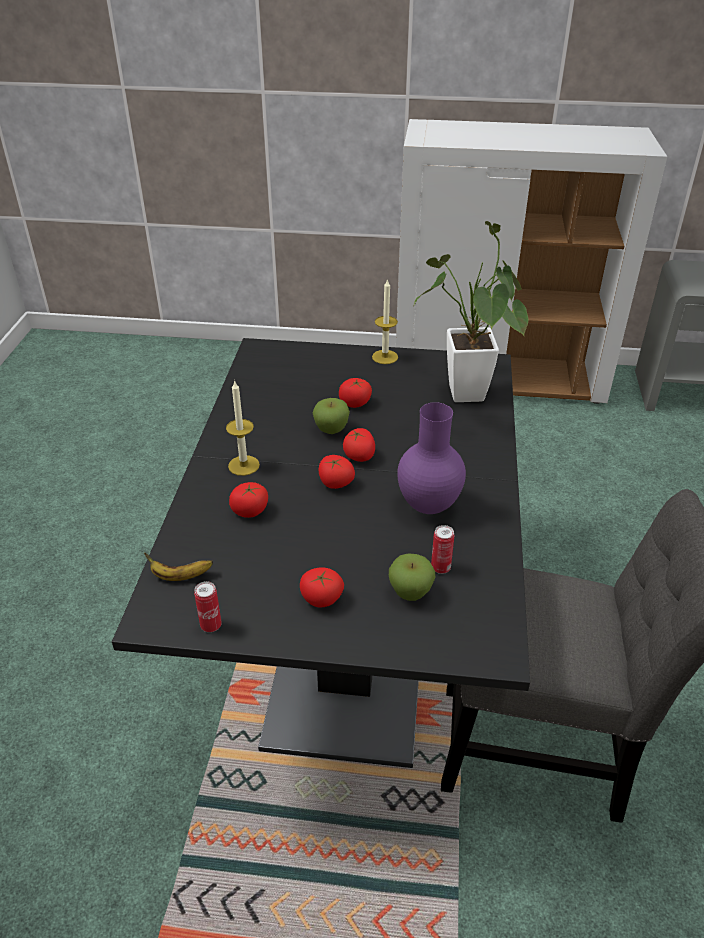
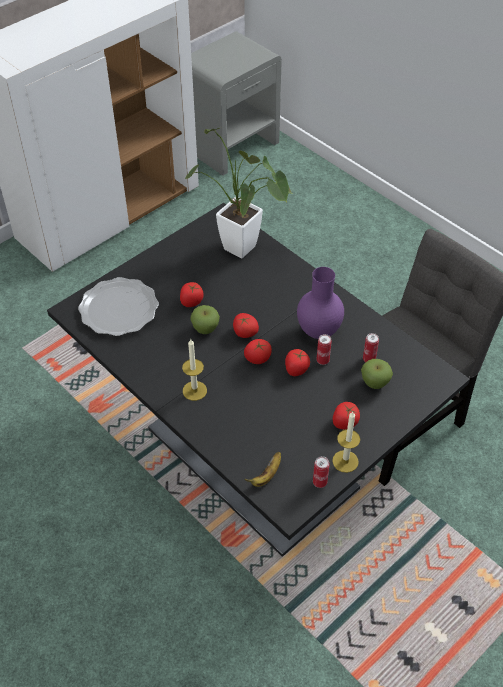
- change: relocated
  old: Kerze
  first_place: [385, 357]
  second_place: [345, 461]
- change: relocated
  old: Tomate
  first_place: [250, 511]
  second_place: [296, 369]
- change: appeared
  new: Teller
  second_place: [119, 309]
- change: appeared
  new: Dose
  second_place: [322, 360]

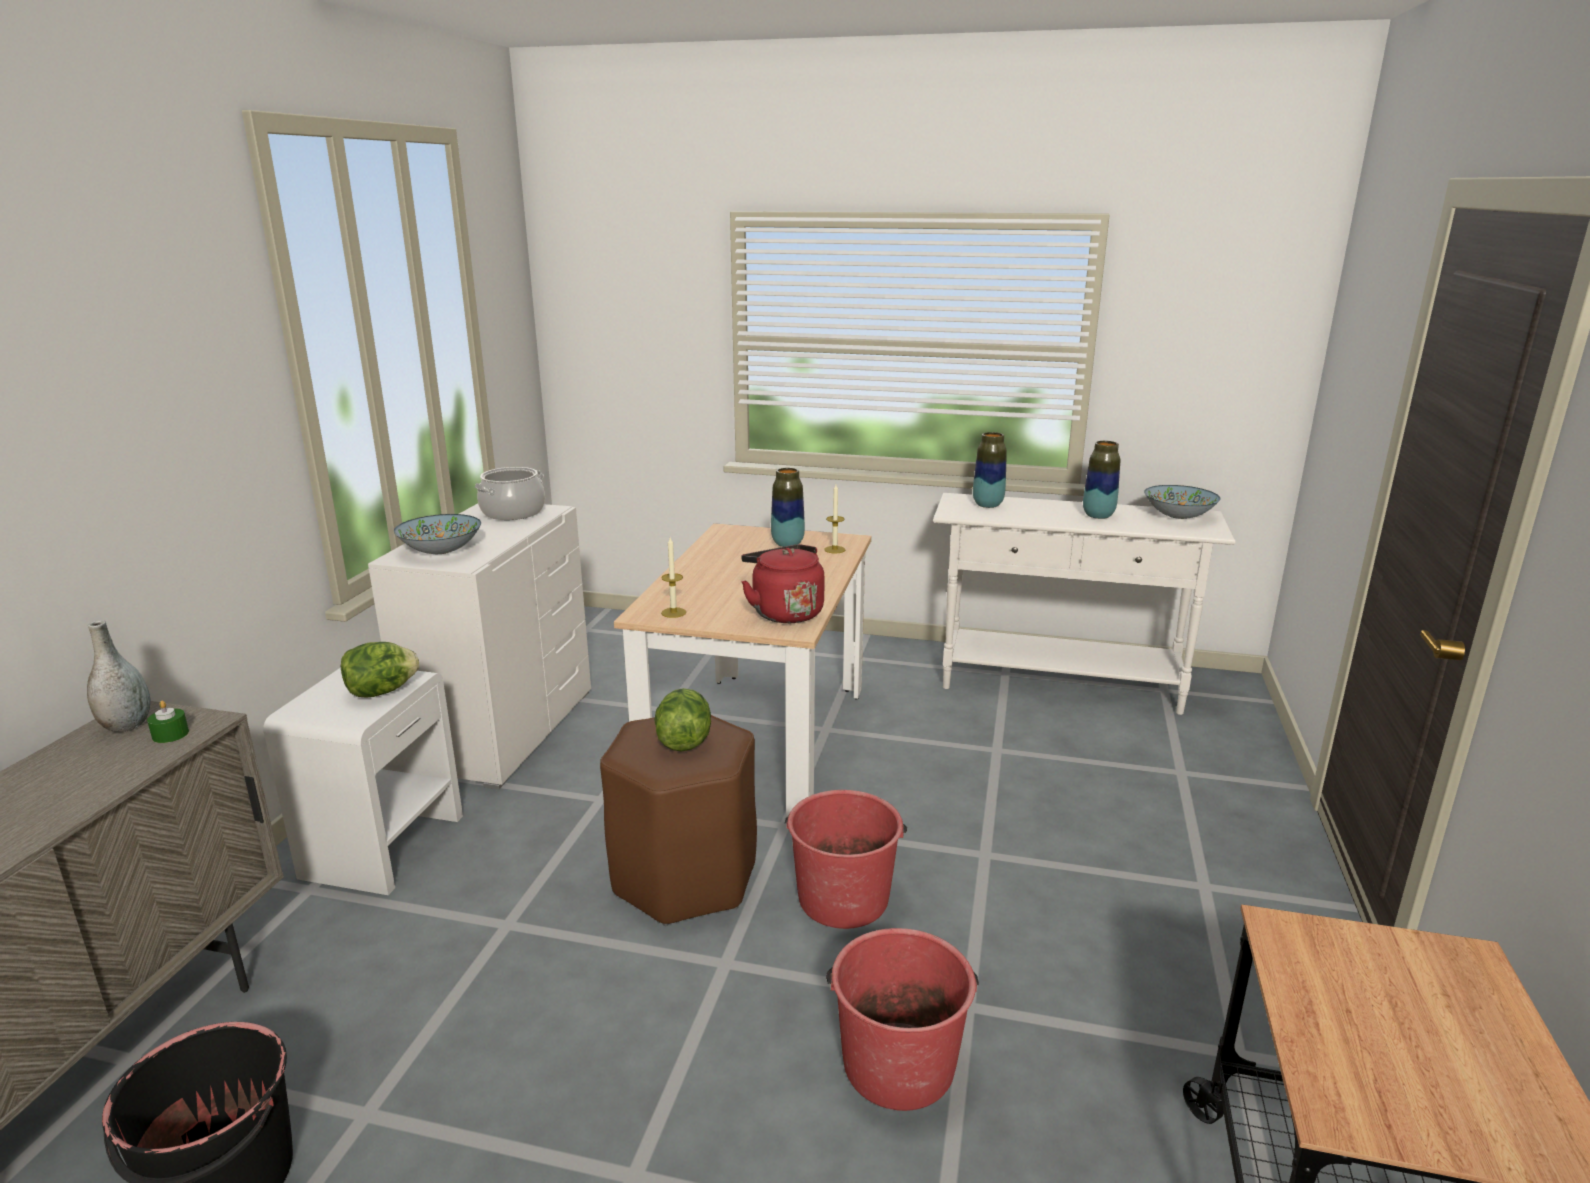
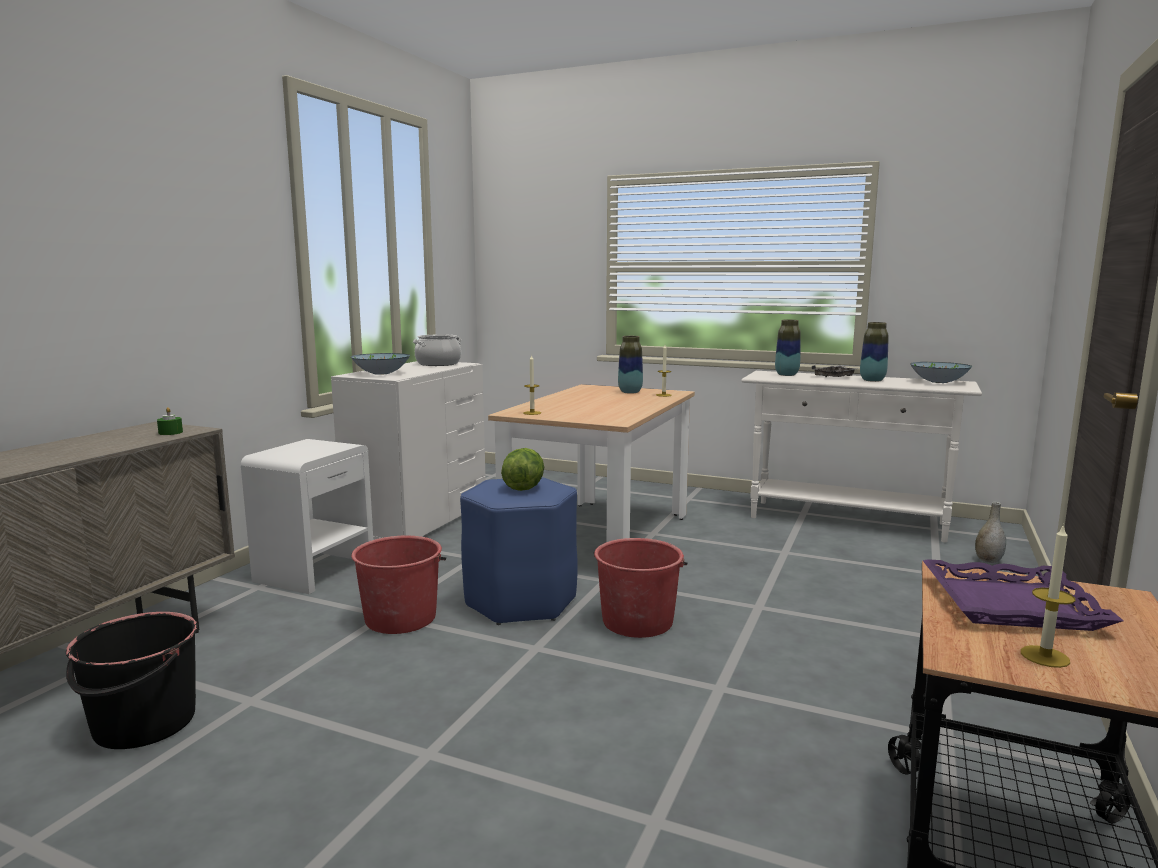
- change: missing
  old: Wasserkessel [rot]
  first_place: [784, 612]
- change: relocated
  old: Vase [grau]
  first_place: [127, 725]
  second_place: [988, 560]
- change: missing
  old: Salatkopf
  first_place: [381, 692]
- change: colour
  old: Hocker [braun]
  new: Hocker [blau]
  first_place: [684, 878]
  second_place: [520, 602]
- change: relocated
  old: Eimer [rot]
  first_place: [898, 1064]
  second_place: [401, 618]
- change: appeared
  new: Tablett [grau]
  second_place: [835, 377]
- change: appeared
  new: Kerze
  second_place: [1045, 656]
- change: appeared
  new: Tablett [lila]
  second_place: [1011, 604]

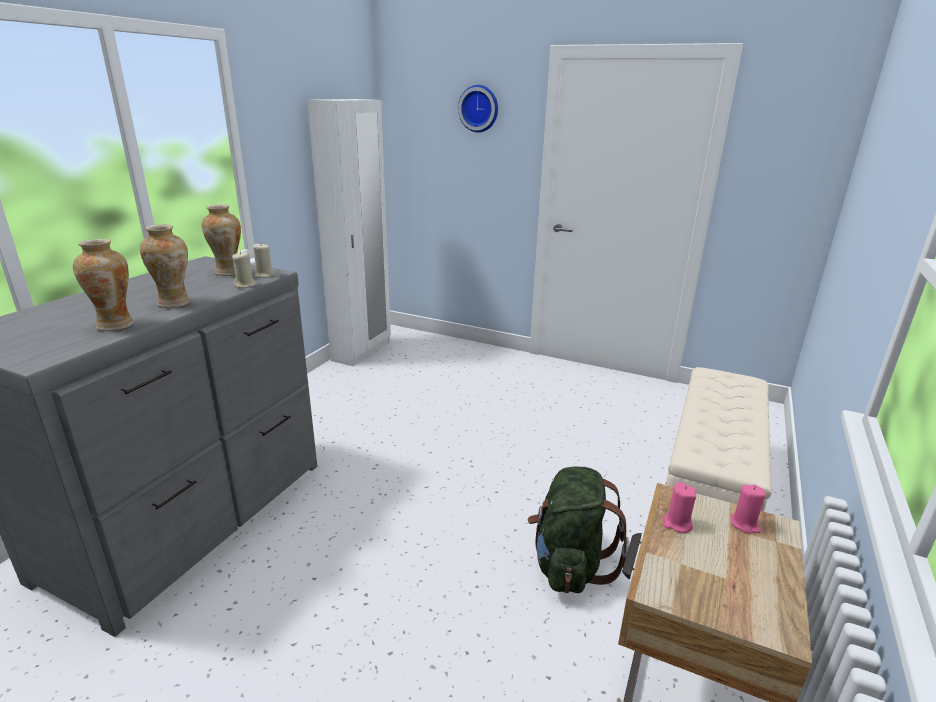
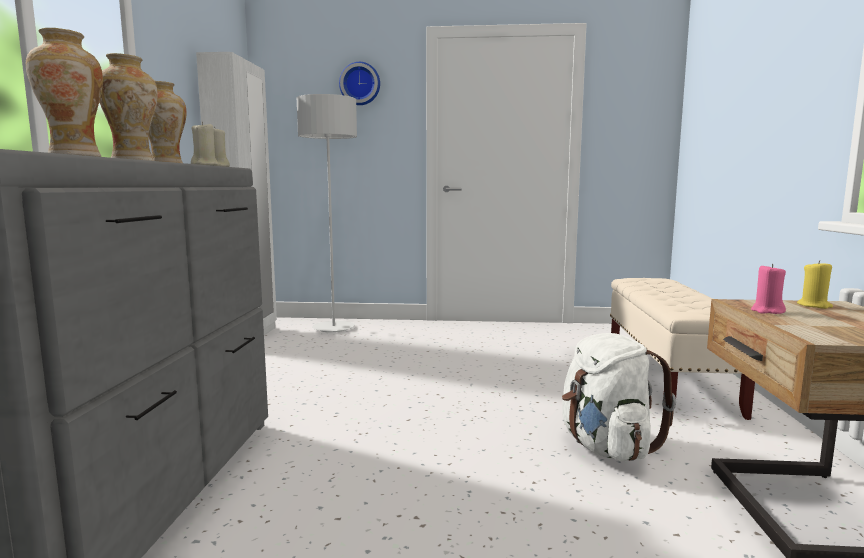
- change: colour
  old: Rucksack [grün]
  new: Rucksack [weiß]
  first_place: [569, 565]
  second_place: [606, 447]
- change: colour
  old: Kerze [rosa]
  new: Kerze [gelb]
  first_place: [744, 524]
  second_place: [814, 305]
- change: appeared
  new: Stehlampe [grau]
  second_place: [333, 328]

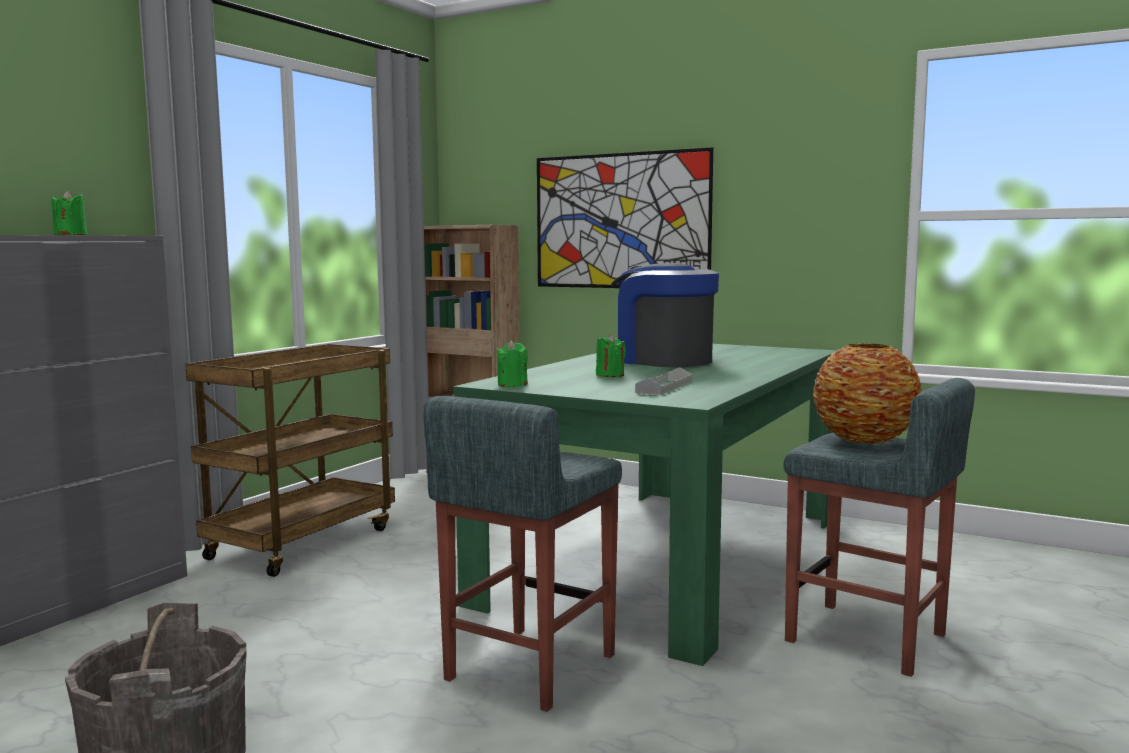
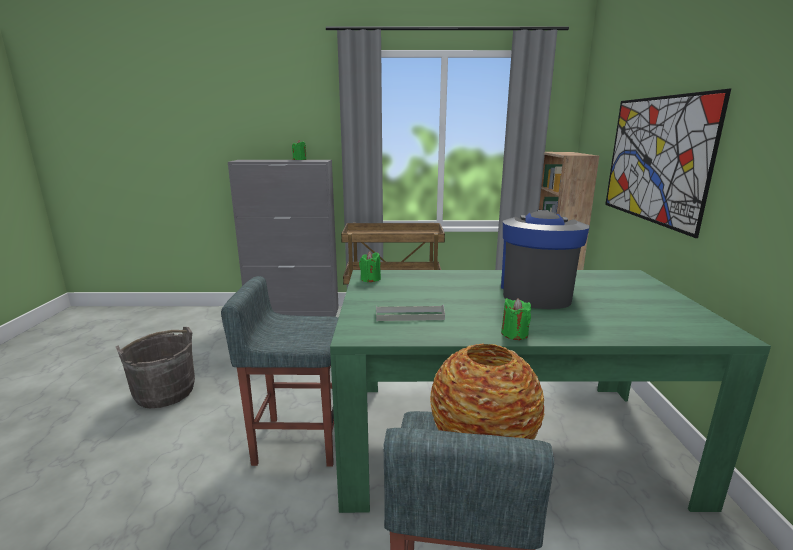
- change: relocated
  old: Kerze [grün]
  first_place: [610, 375]
  second_place: [514, 334]

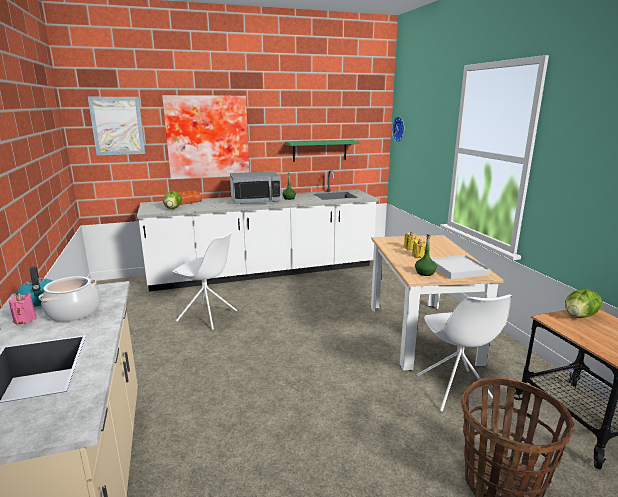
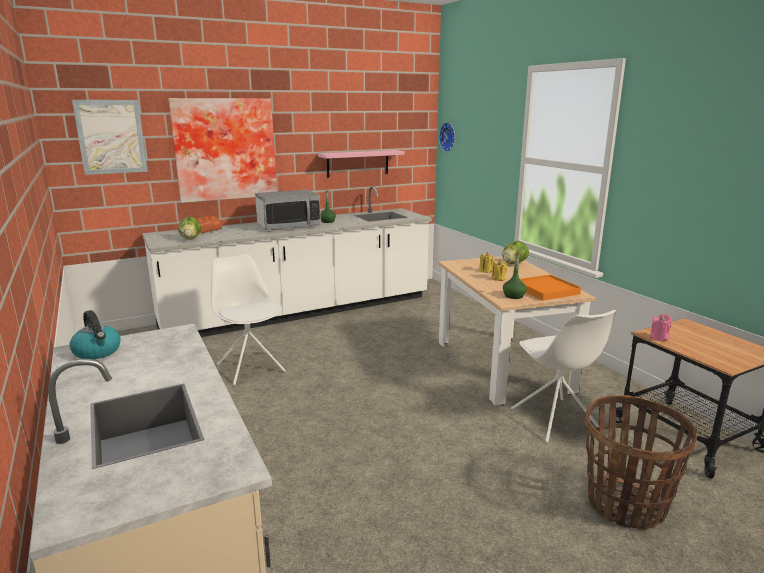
- change: colour
  old: Wandregal [grün]
  new: Wandregal [rosa]
  first_place: [319, 150]
  second_place: [358, 163]
- change: spun
  old: Stuhl [weiß]
  first_place: [208, 316]
  second_place: [250, 367]
  degrees: -135
- change: colour
  old: Tablett [weiß]
  new: Tablett [orange]
  first_place: [458, 269]
  second_place: [546, 290]
- change: missing
  old: Kochtopf
  first_place: [73, 312]
- change: relocated
  old: Salatkopf
  first_place: [579, 316]
  second_place: [513, 263]
- change: relocated
  old: Kerze [rosa]
  first_place: [25, 319]
  second_place: [659, 338]

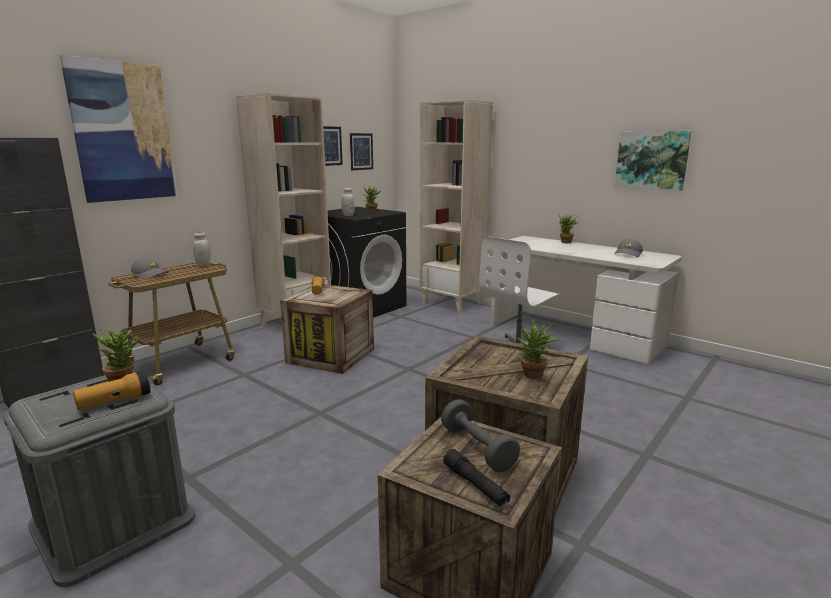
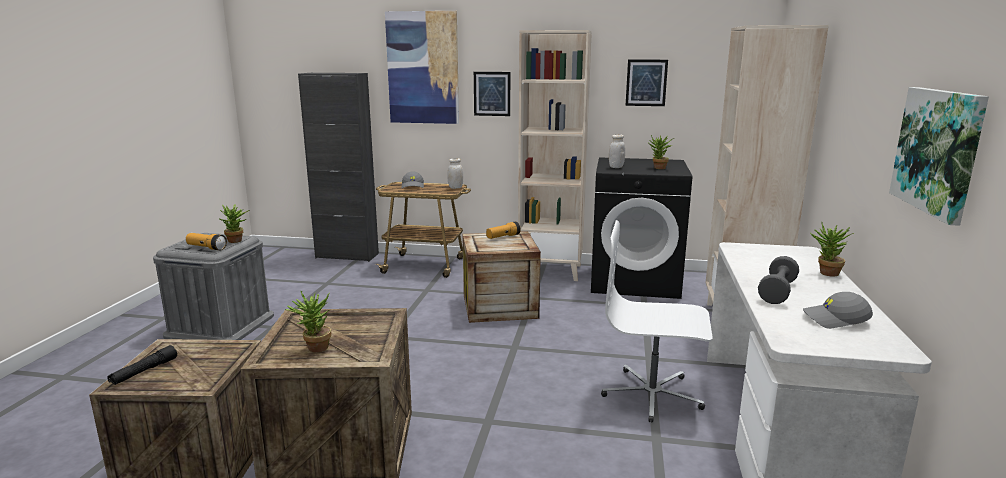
- change: relocated
  old: Bild
  first_place: [361, 151]
  second_place: [492, 94]
- change: relocated
  old: Hantel [grau]
  first_place: [477, 448]
  second_place: [777, 292]

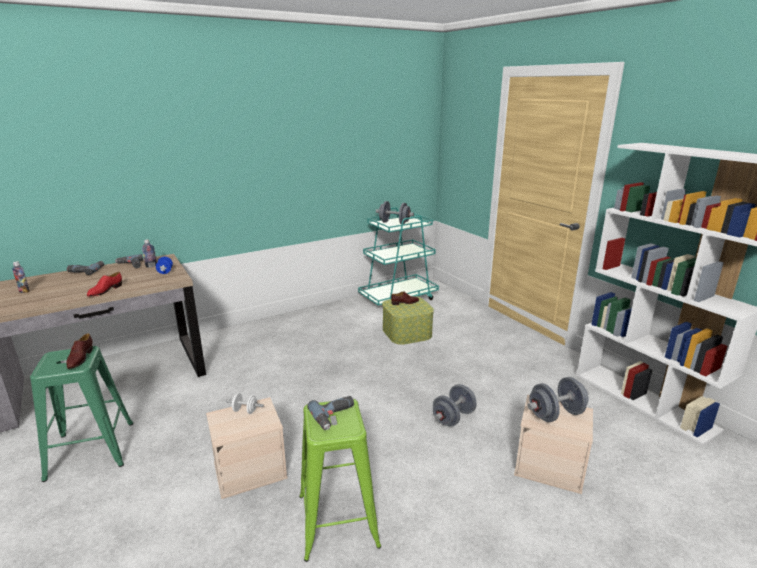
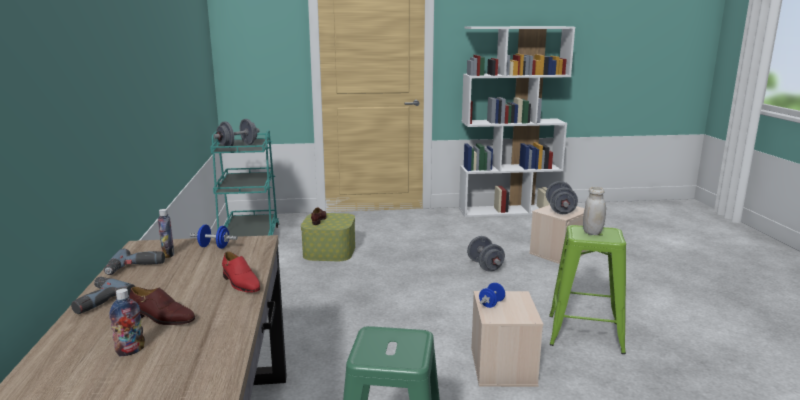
- change: relocated
  old: Schuh [braun]
  first_place: [80, 358]
  second_place: [162, 318]
- change: colour
  old: Hantel [weiß]
  new: Hantel [blau]
  first_place: [245, 411]
  second_place: [491, 304]
- change: exchanged
  old: Bohrmaschine
  new: Vorratsglas [weiß]
  first_place: [335, 416]
  second_place: [592, 232]

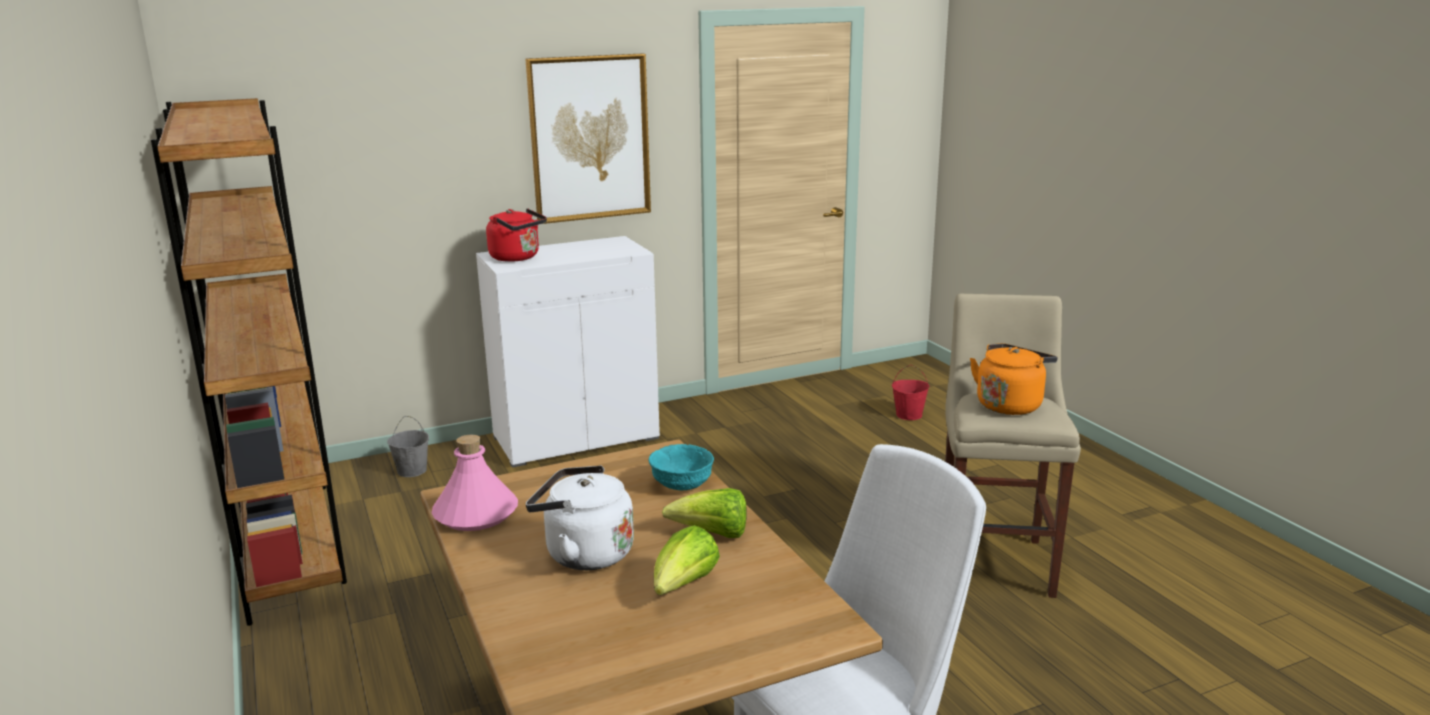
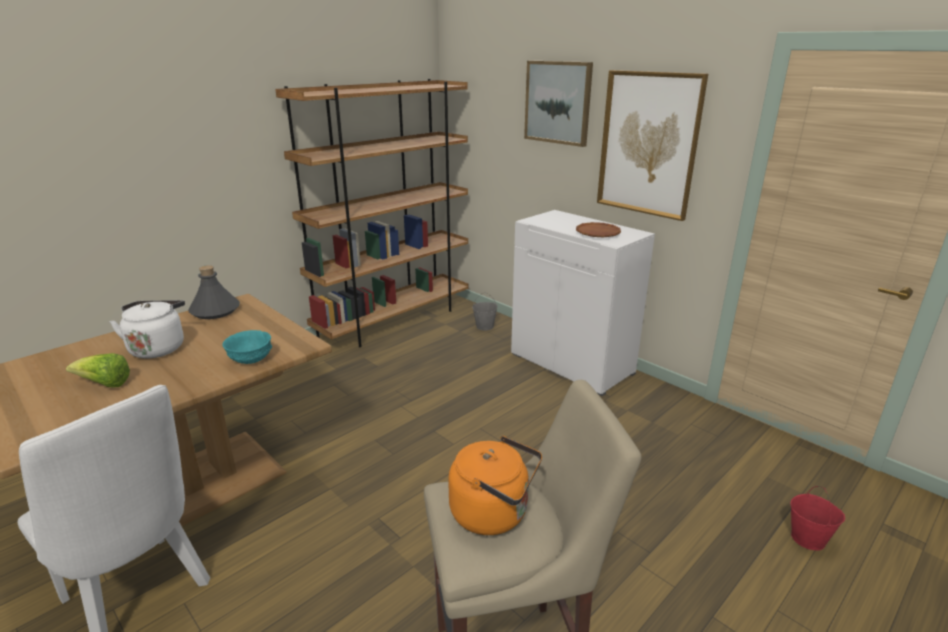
- change: missing
  old: Wasserkessel [rot]
  first_place: [517, 258]
- change: colour
  old: Flasche [rosa]
  new: Flasche [grau]
  first_place: [476, 514]
  second_place: [215, 311]
- change: missing
  old: Salatkopf
  first_place: [712, 535]
- change: appeared
  new: Bild
  second_place: [558, 102]
- change: appeared
  new: Teller [braun]
  second_place: [597, 233]

